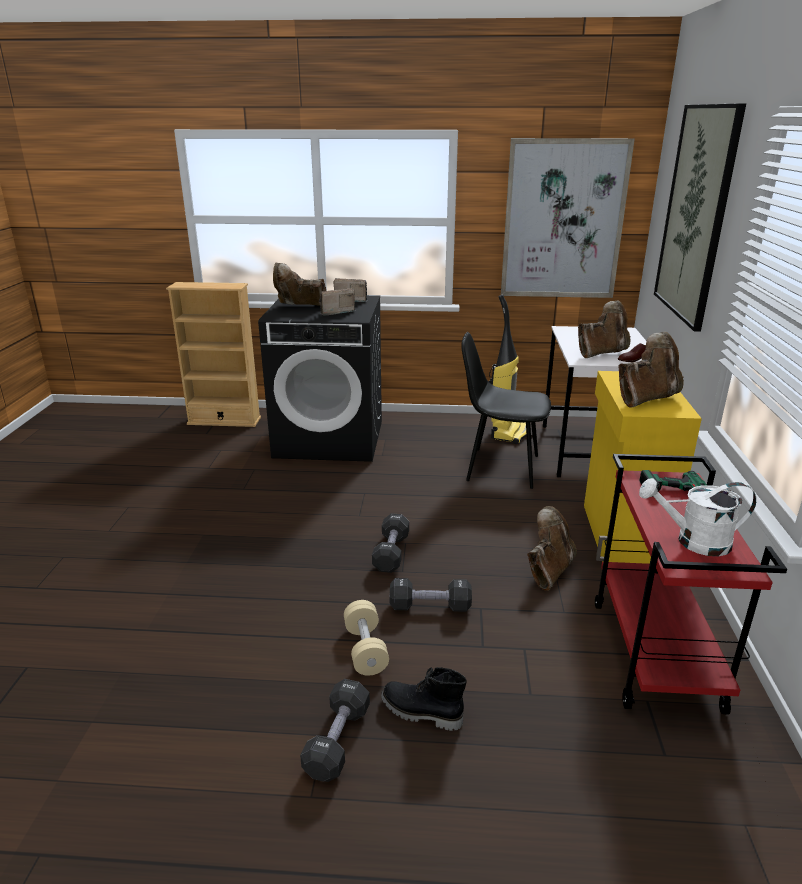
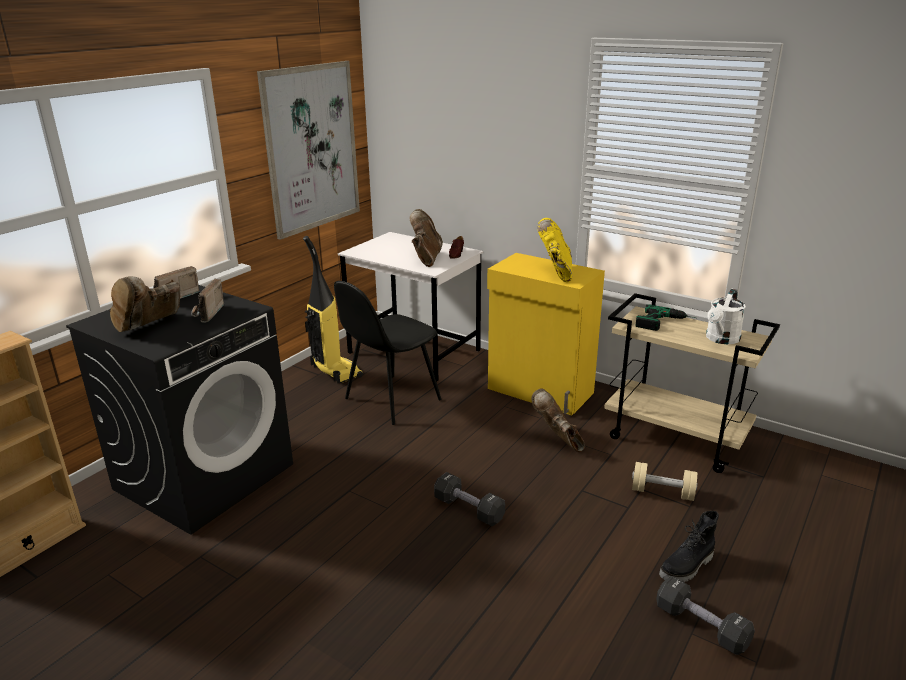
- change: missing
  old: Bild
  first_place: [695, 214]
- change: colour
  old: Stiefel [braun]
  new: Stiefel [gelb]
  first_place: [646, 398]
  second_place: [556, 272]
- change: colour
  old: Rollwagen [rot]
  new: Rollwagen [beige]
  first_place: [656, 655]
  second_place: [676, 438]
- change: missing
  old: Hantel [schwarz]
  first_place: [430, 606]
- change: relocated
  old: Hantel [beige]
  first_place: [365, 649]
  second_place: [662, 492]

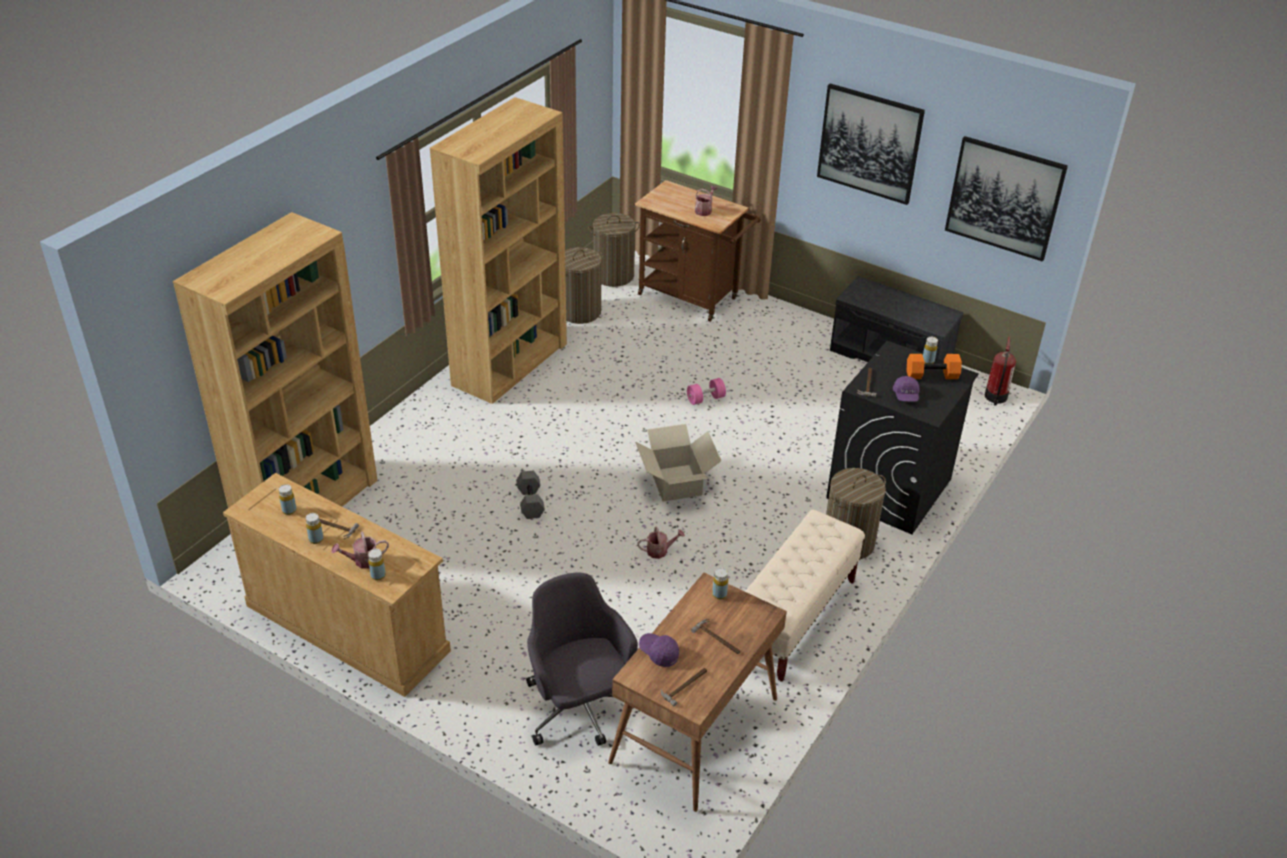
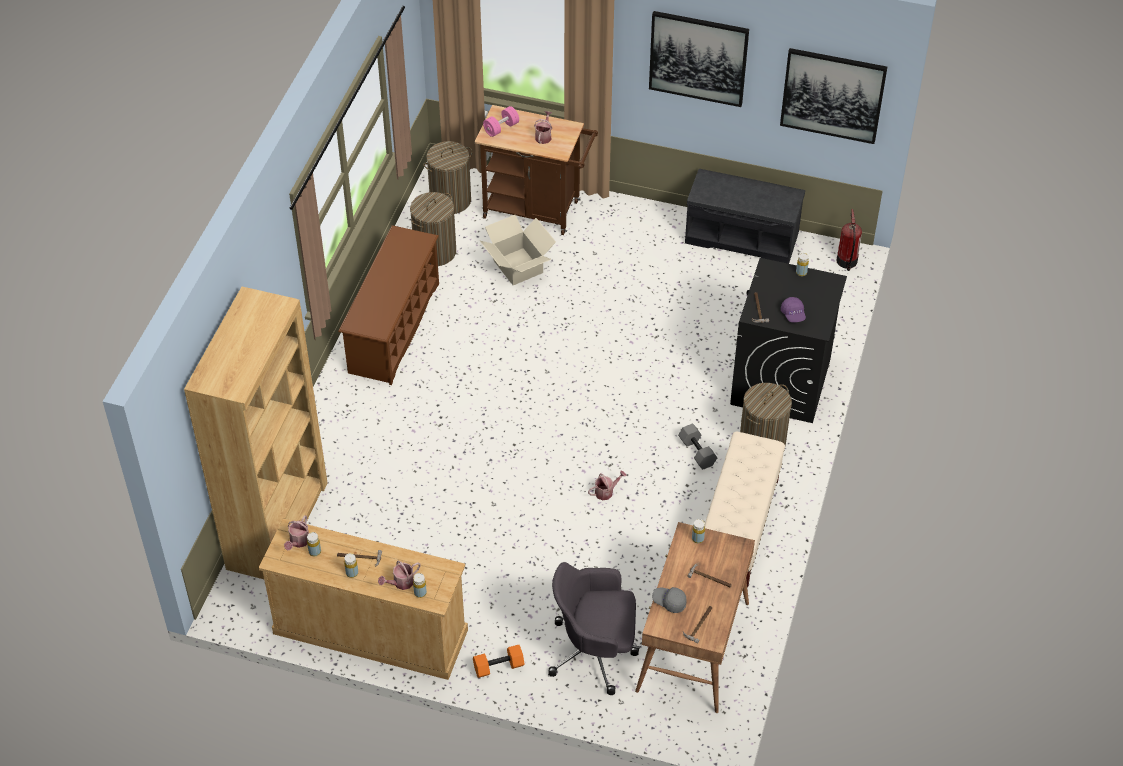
- change: exchanged
  old: Bücherregal [braun]
  new: Schuhregal [braun]
  first_place: [510, 364]
  second_place: [394, 328]
- change: relocated
  old: Hantel [orange]
  first_place: [931, 376]
  second_place: [498, 667]
- change: relocated
  old: Hantel [rosa]
  first_place: [705, 399]
  second_place: [501, 128]
- change: relocated
  old: Karton
  first_place: [676, 483]
  second_place: [518, 266]
- change: relocated
  old: Hantel [grau]
  first_place: [529, 502]
  second_place: [696, 452]
- change: spun
  old: Bürostuhl [grau]
  first_place: [580, 708]
  second_place: [595, 652]
  degrees: -45
- change: colour
  old: Kappe [lila]
  new: Kappe [grau]
  first_place: [658, 653]
  second_place: [669, 602]
- change: appeared
  new: Gießkanne
  second_place: [298, 542]

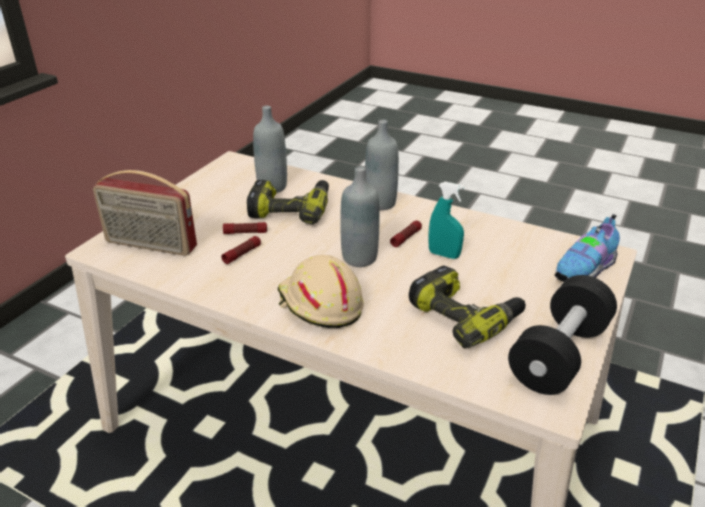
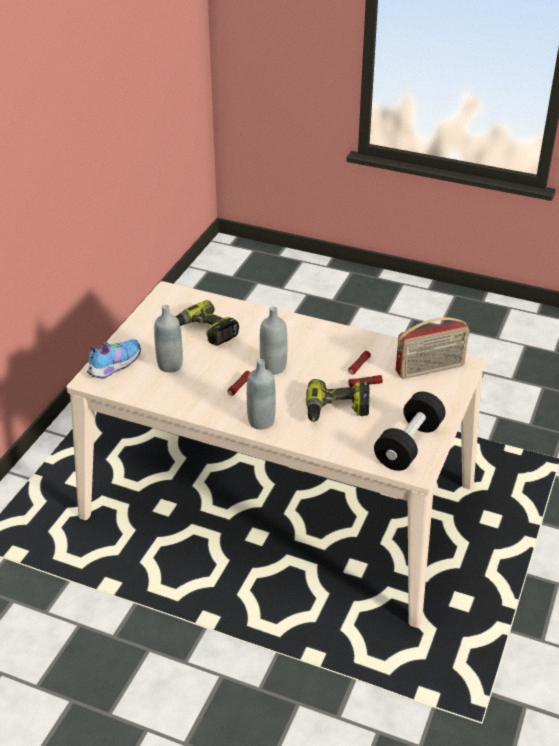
- change: relocated
  old: Flasche [grau]
  first_place: [272, 187]
  second_place: [170, 365]
- change: spun
  old: Radio
  first_place: [150, 245]
  second_place: [430, 369]
  degrees: 150
- change: missing
  old: Sprühflasche [türkis]
  first_place: [444, 254]
- change: missing
  old: Schutzhelm [beige]
  first_place: [319, 305]
- change: relocated
  old: Hantel [schwarz]
  first_place: [559, 354]
  second_place: [408, 445]

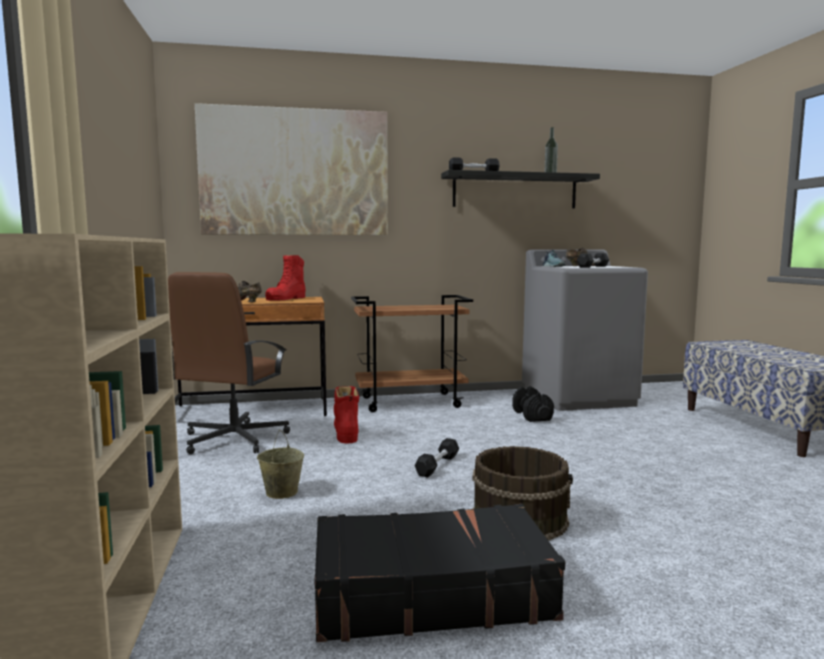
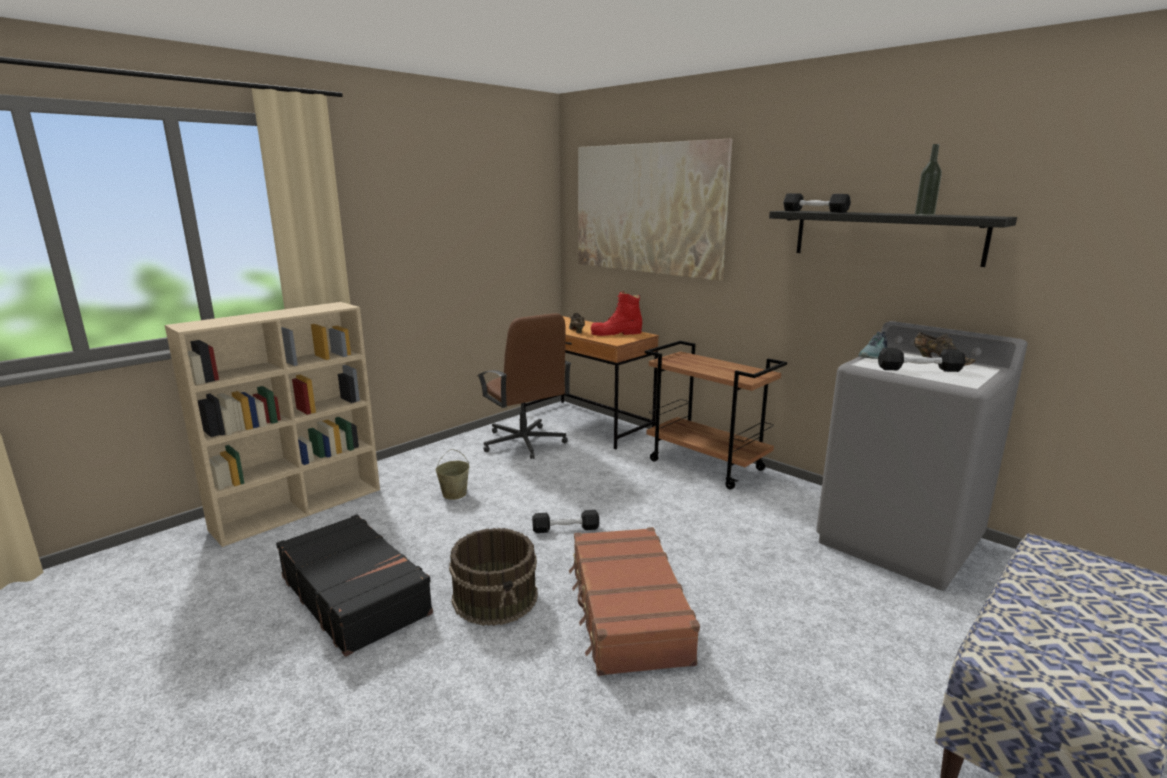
- change: spun
  old: Bürostuhl [braun]
  first_place: [233, 439]
  second_place: [524, 443]
  degrees: -105
- change: missing
  old: Stiefel [rot]
  first_place: [346, 433]
- change: missing
  old: Hantel [schwarz]
  first_place: [532, 415]
- change: appeared
  new: Koffer [braun]
  second_place: [627, 612]

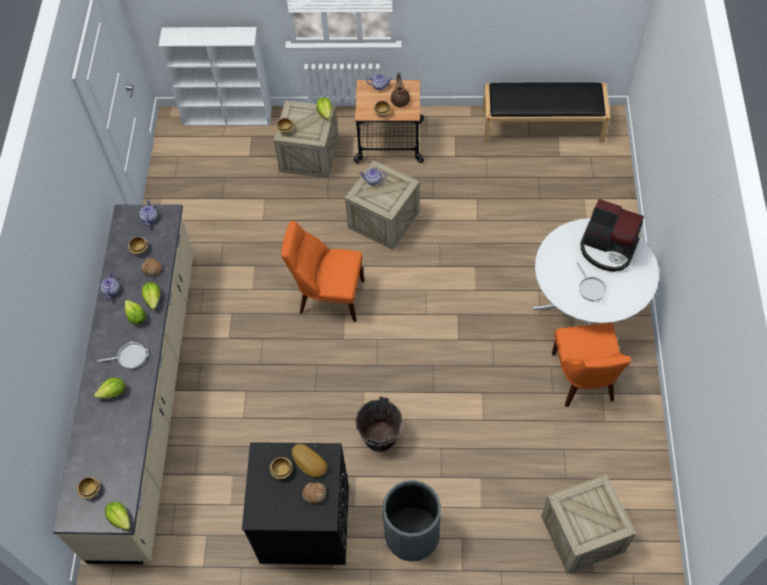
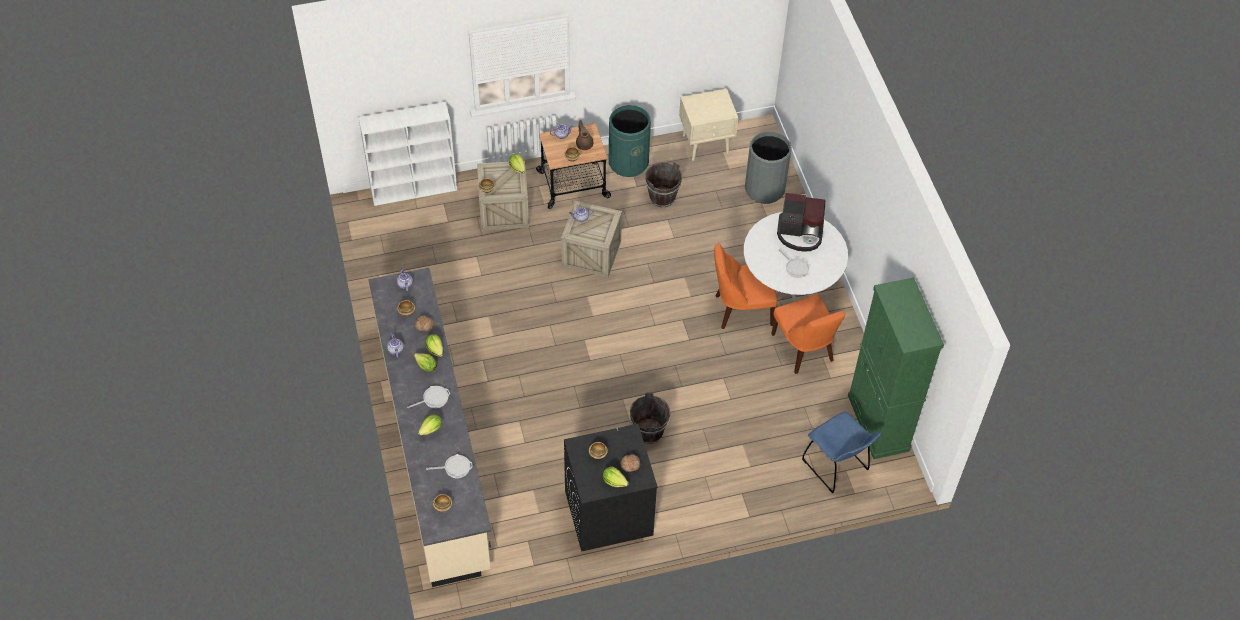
- change: exchanged
  old: Bank [schwarz]
  new: Nachttisch [beige]
  first_place: [543, 125]
  second_place: [706, 144]
- change: relocated
  old: Stuhl [orange]
  first_place: [328, 296]
  second_place: [740, 310]
- change: missing
  old: Brot
  first_place: [309, 462]
- change: exchanged
  old: Kiste
  new: Stuhl [blau]
  first_place: [582, 534]
  second_place: [837, 467]
- change: relocated
  old: Mülleimer [grau]
  first_place: [412, 535]
  second_place: [764, 189]
- change: relocated
  old: Salatkopf
  first_place: [120, 518]
  second_place: [614, 481]
- change: appeared
  new: Mülleimer [grün]
  second_place: [628, 162]
- change: appeared
  new: Eimer [braun]
  second_place: [662, 197]
- change: appeared
  new: Schrank [grün]
  second_place: [878, 423]
- change: appeared
  new: Pfanne
  second_place: [455, 467]

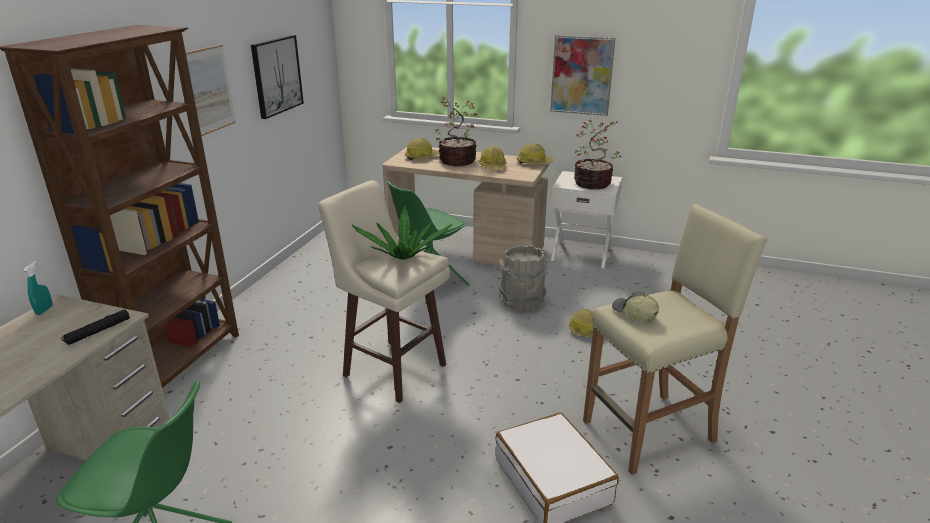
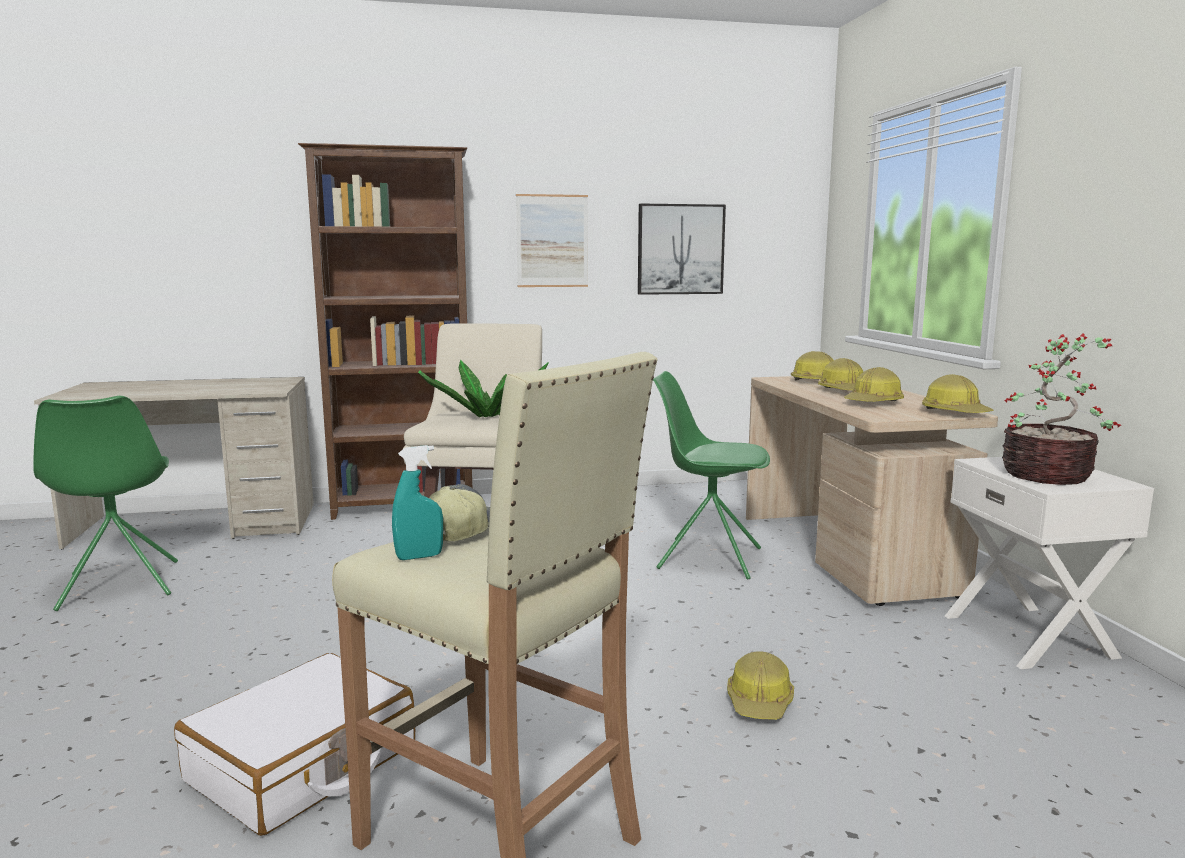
- change: missing
  old: Bild
  first_place: [581, 75]
- change: exchanged
  old: Topfpflanze
  new: Schutzhelm
  first_place: [456, 161]
  second_place: [844, 391]
- change: missing
  old: Eimer [grau]
  first_place: [522, 301]
- change: relocated
  old: Sprühflasche [türkis]
  first_place: [44, 310]
  second_place: [419, 557]
- change: missing
  old: Taschenlampe [schwarz]
  first_place: [98, 332]

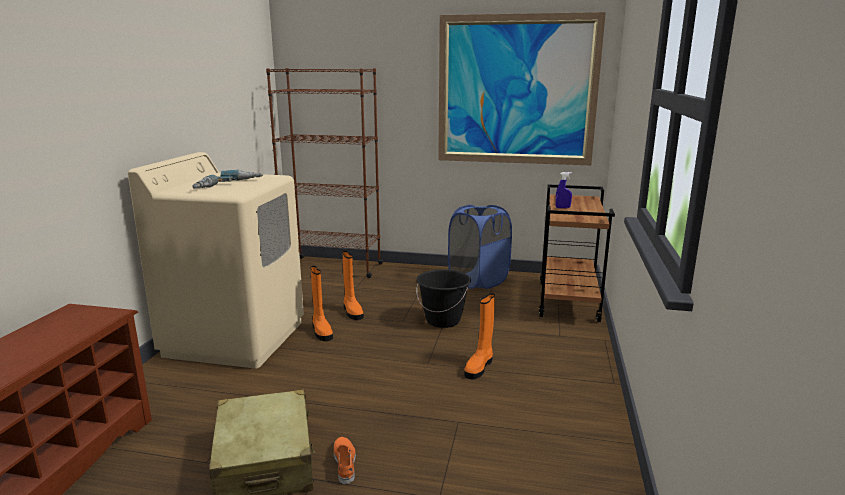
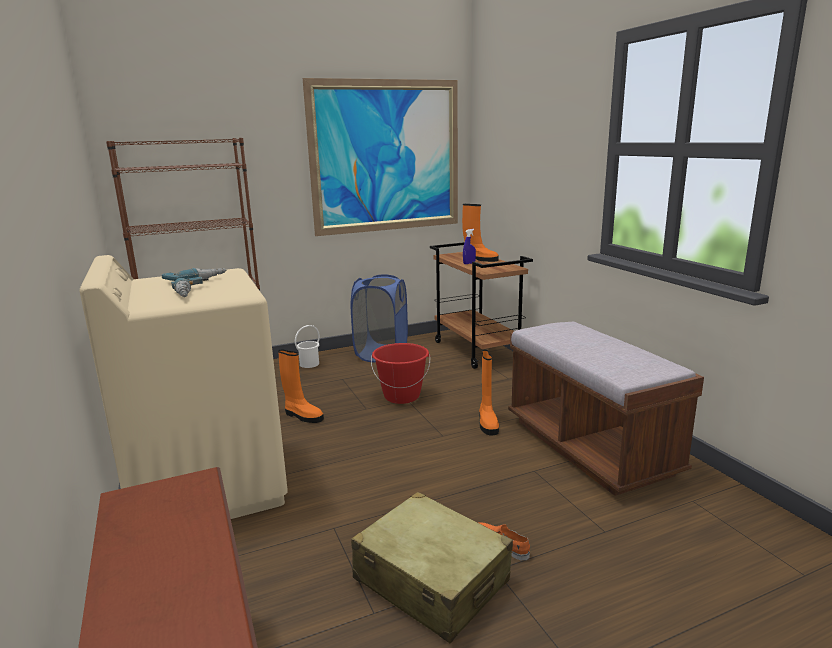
- change: relocated
  old: Stiefel [orange]
  first_place: [321, 331]
  second_place: [479, 259]
- change: colour
  old: Eimer [schwarz]
  new: Eimer [rot]
  first_place: [443, 320]
  second_place: [402, 396]
- change: appeared
  new: Bank [braun]
  second_place: [589, 447]
- change: appeared
  new: Eimer [weiß]
  second_place: [309, 364]

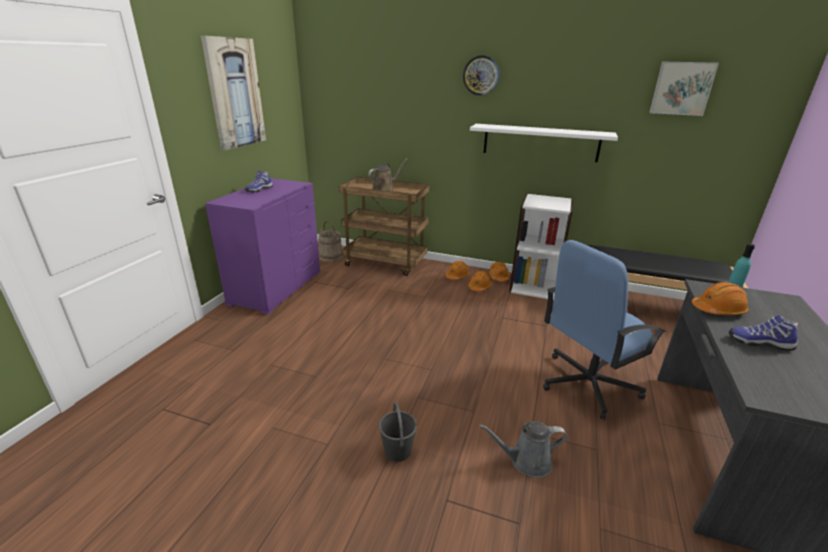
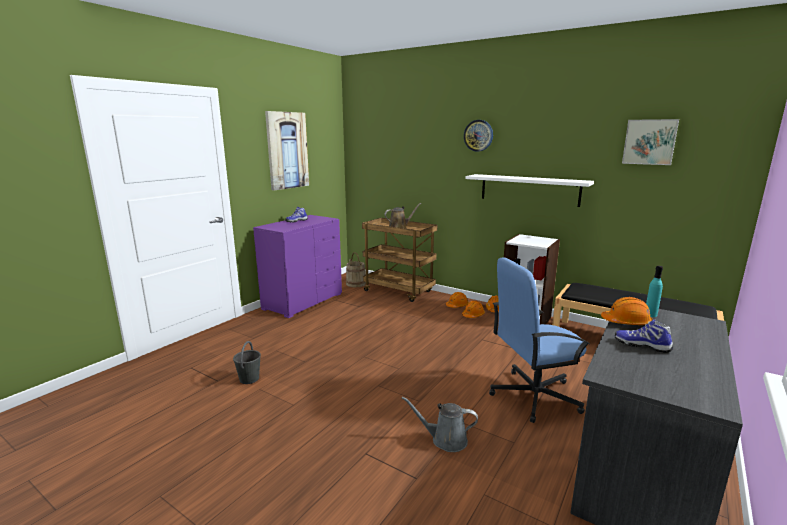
- change: relocated
  old: Eimer [grau]
  first_place: [397, 450]
  second_place: [249, 378]

